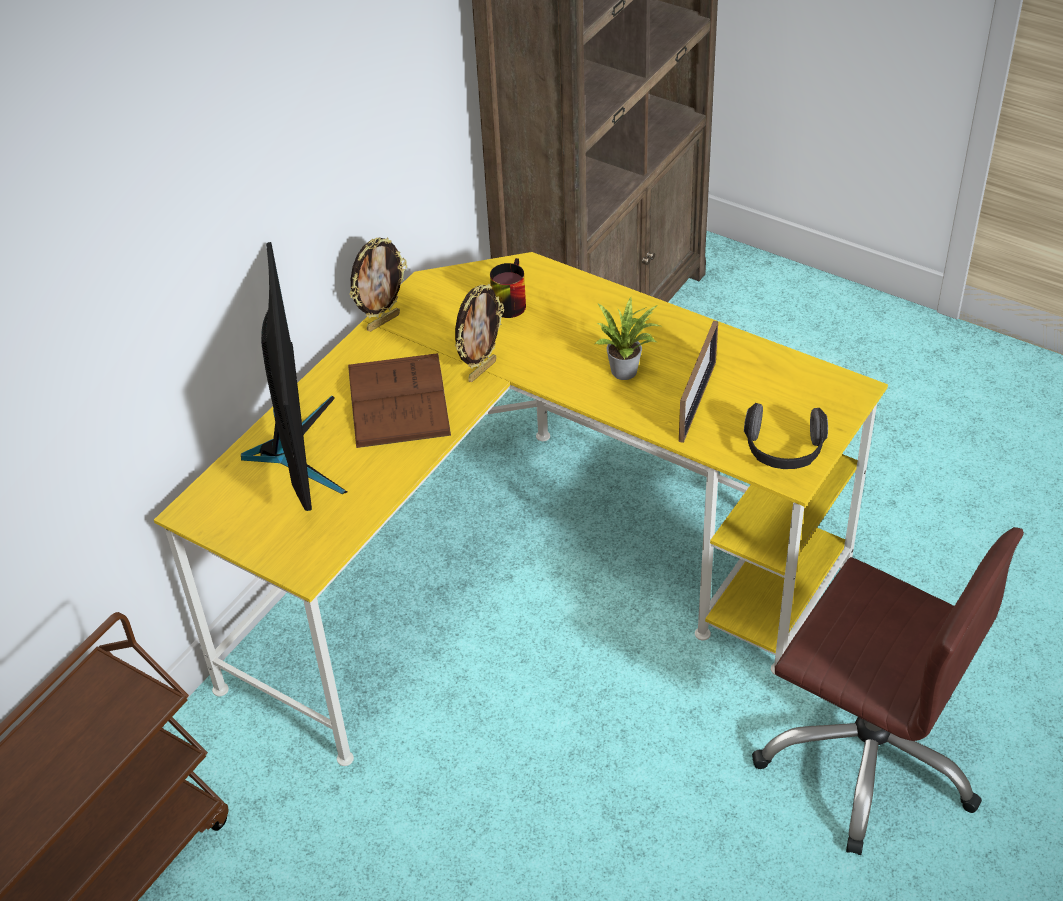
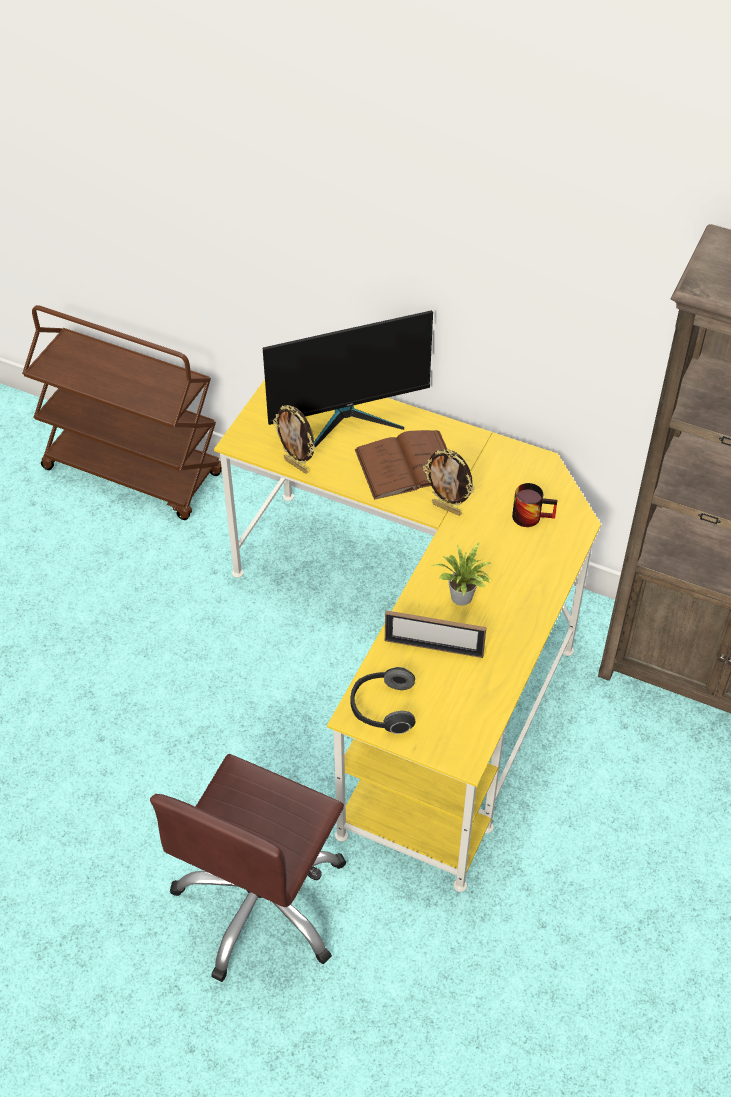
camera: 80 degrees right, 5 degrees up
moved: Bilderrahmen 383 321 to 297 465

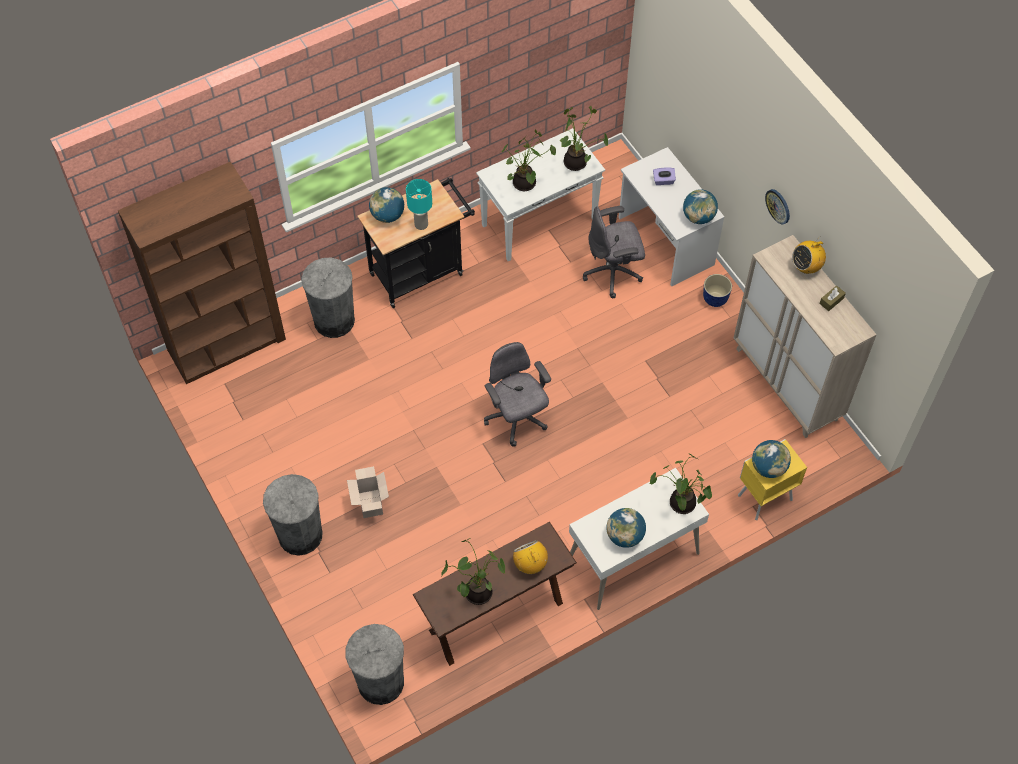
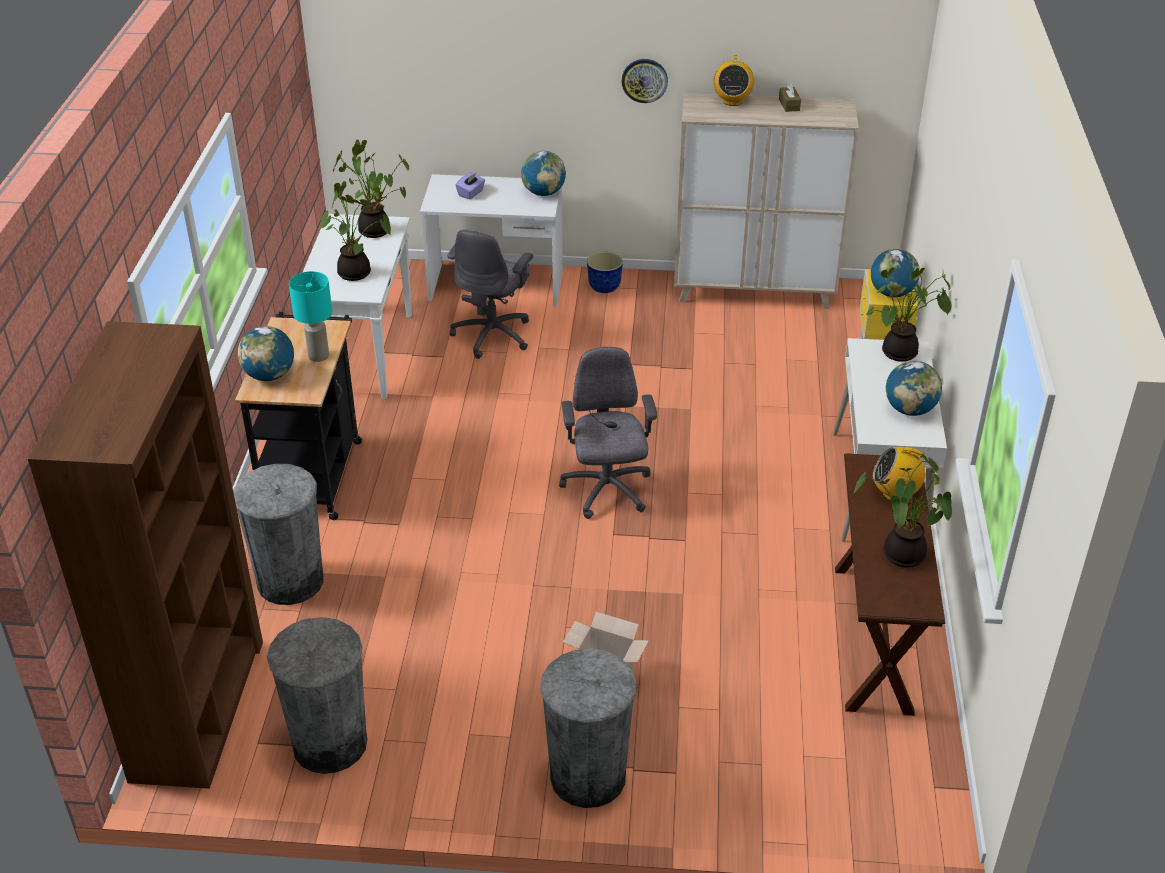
camera: 55 degrees left, 20 degrees down
moved: Mülleimer (grau) 380 682 to 330 743
turned: Bürostuhl (grau) 516 418 = 606 491 75 degrees clockwise

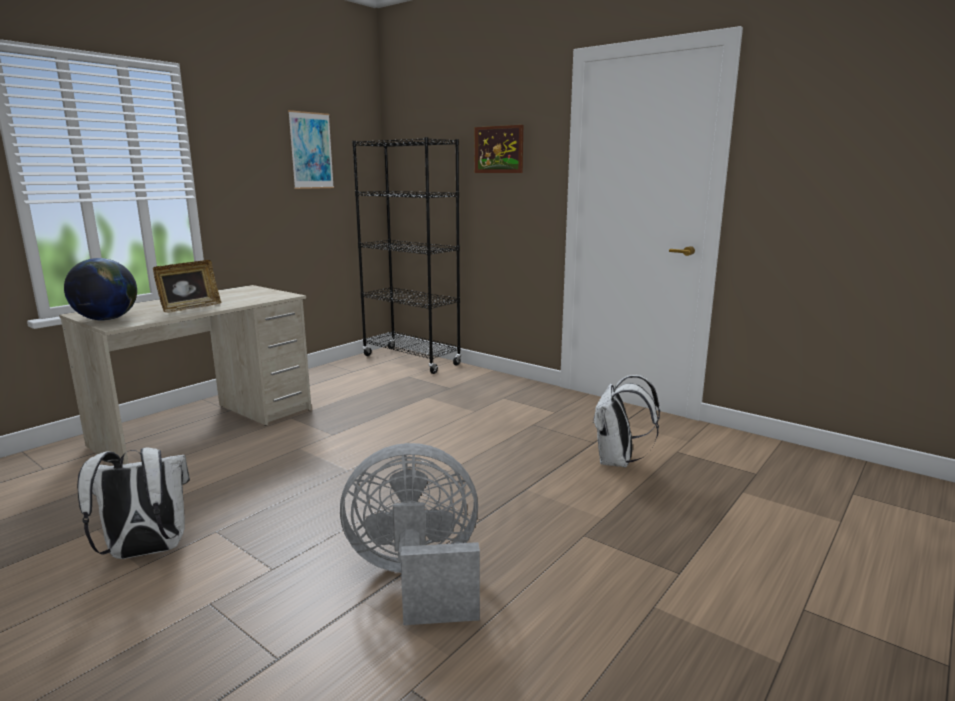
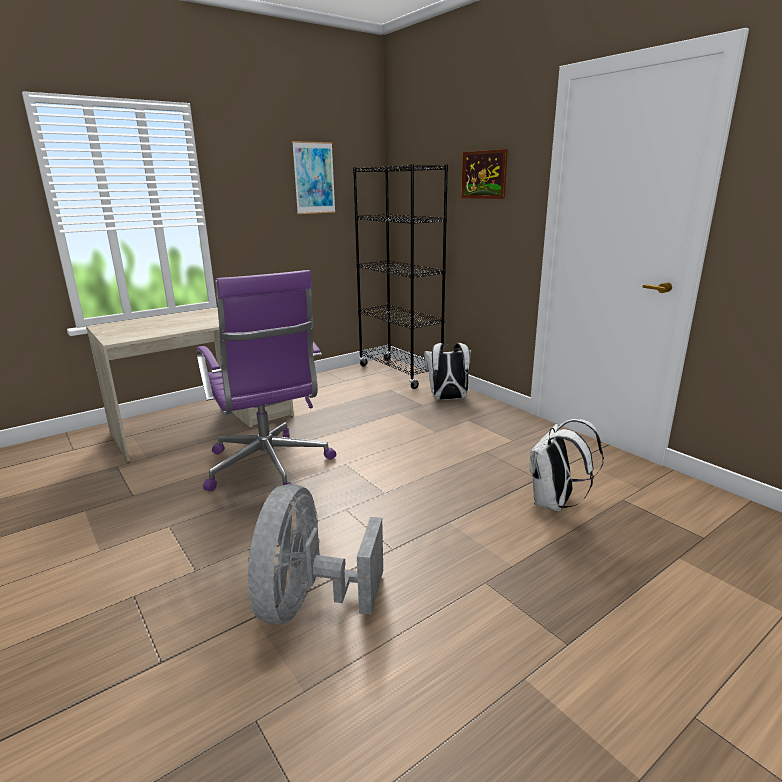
camera: 15 degrees right, 5 degrees up
removed: Globus 106 319; Bilderrahmen 190 308
added: Bürostuhl (lila) 268 467
moved: Rucksack (weiß) 145 552 to 447 399
turned: Ventilator (grau) 416 579 = 309 603 90 degrees counterclockwise

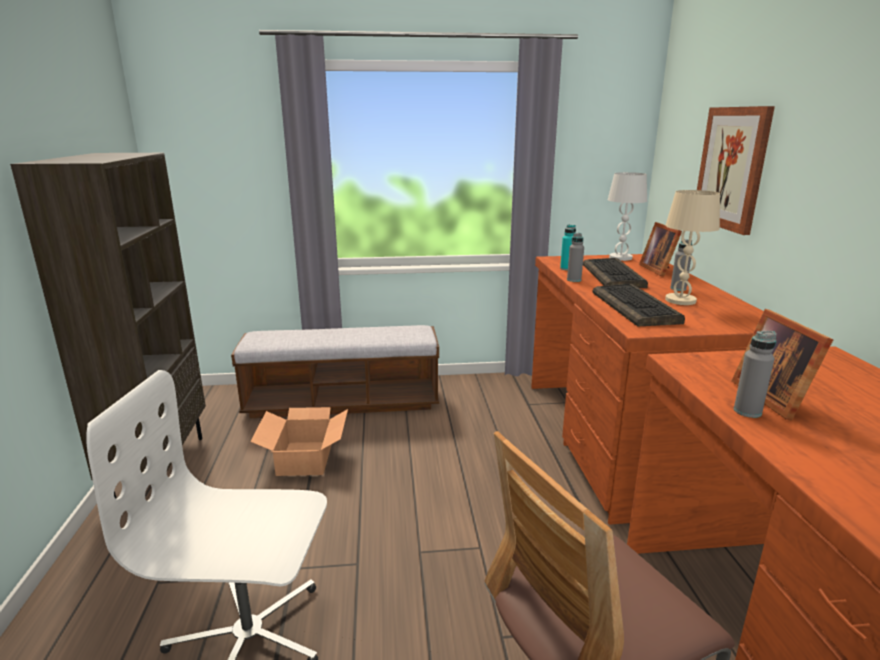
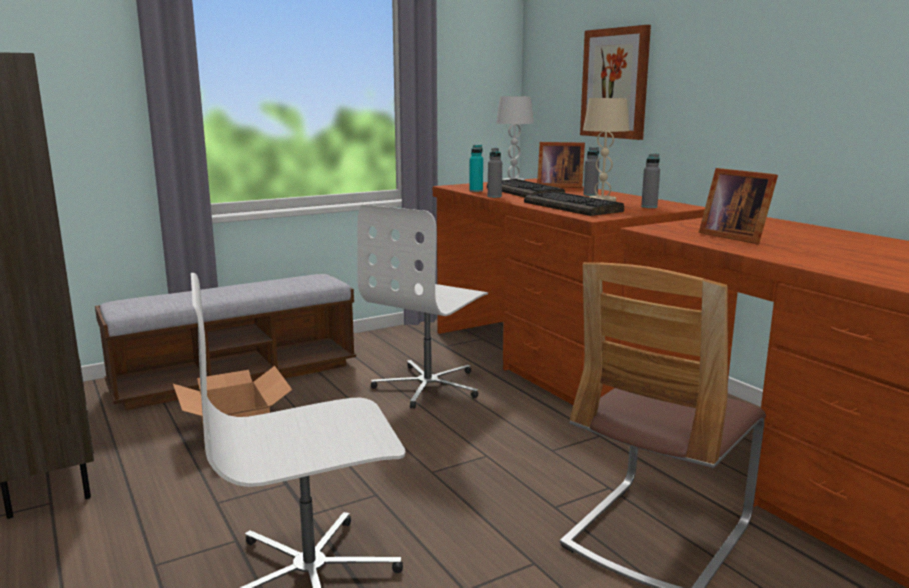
camera: 25 degrees left, 5 degrees down
added: Bürostuhl (weiß) 429 386
moved: Flasche (grau) 747 411 to 649 207
turned: Bilderrahmen 659 270 = 558 186 45 degrees counterclockwise

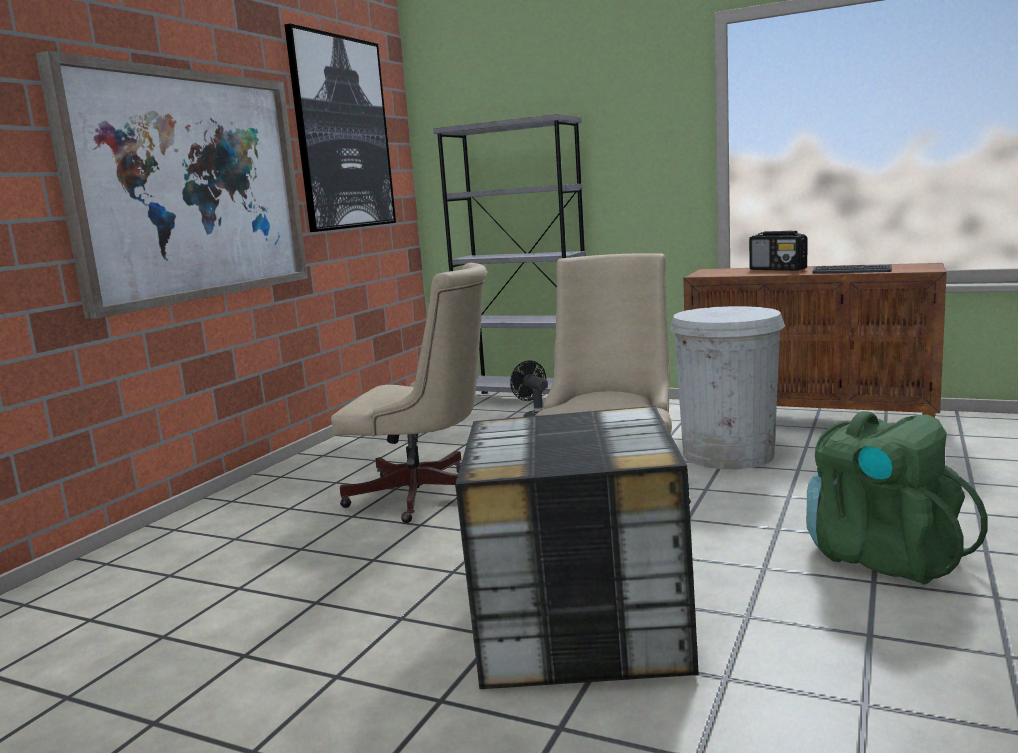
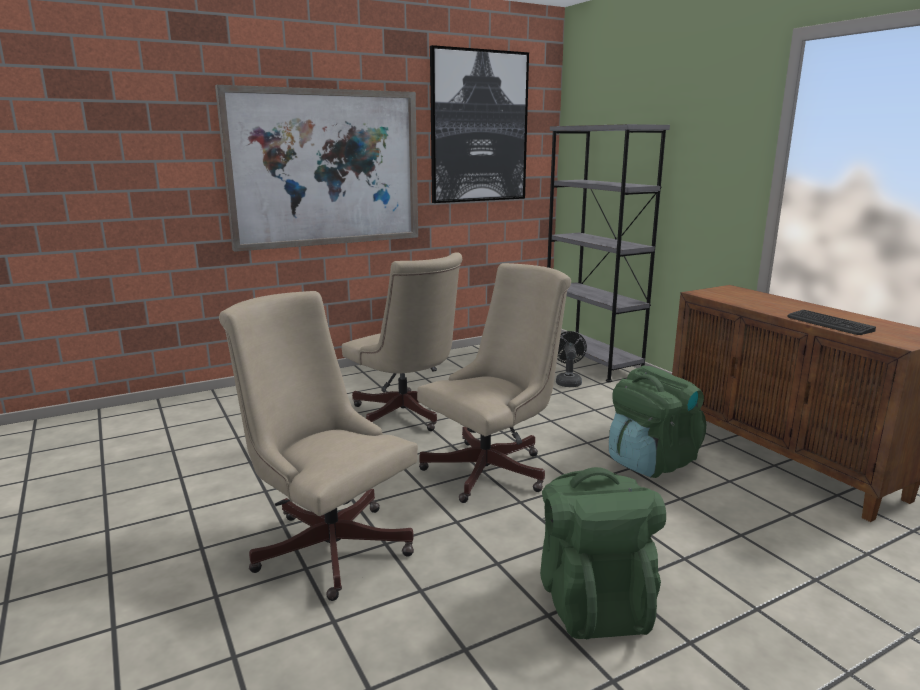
camera: 35 degrees right, 5 degrees up
removed: Radio 778 269
replaced: Mülleimer (weiß) 727 454 to Rucksack (grün) 651 462; Aufbewahrungsbox 579 626 to Bürostuhl (beige) 327 543

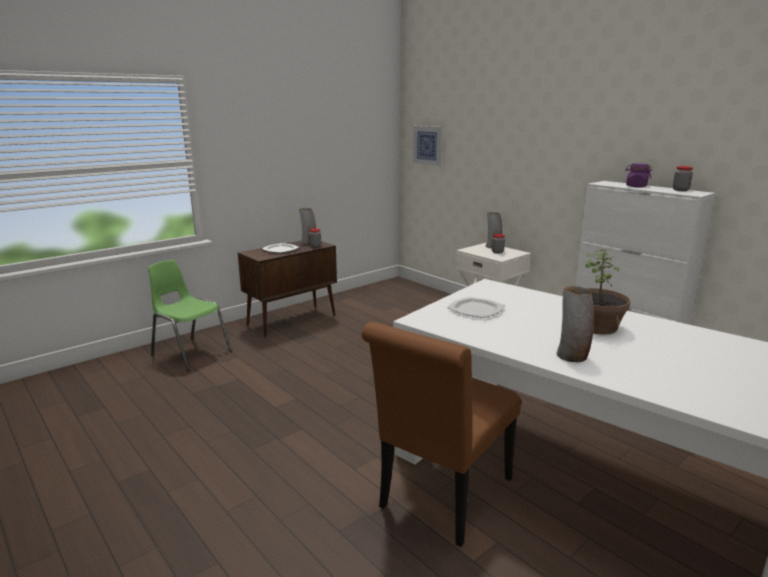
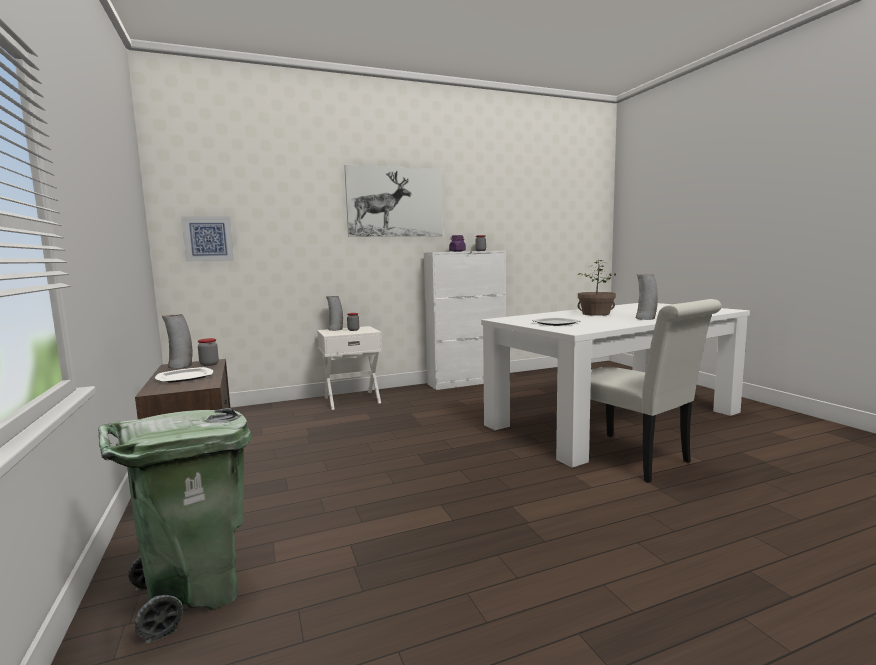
camera: 70 degrees left, 10 degrees down
added: Bild 395 202
replaced: Stuhl (grün) 190 353 to Mülleimer (grün) 192 594
recoloured: Stuhl (braun) 442 498 to Stuhl (weiß) 634 459

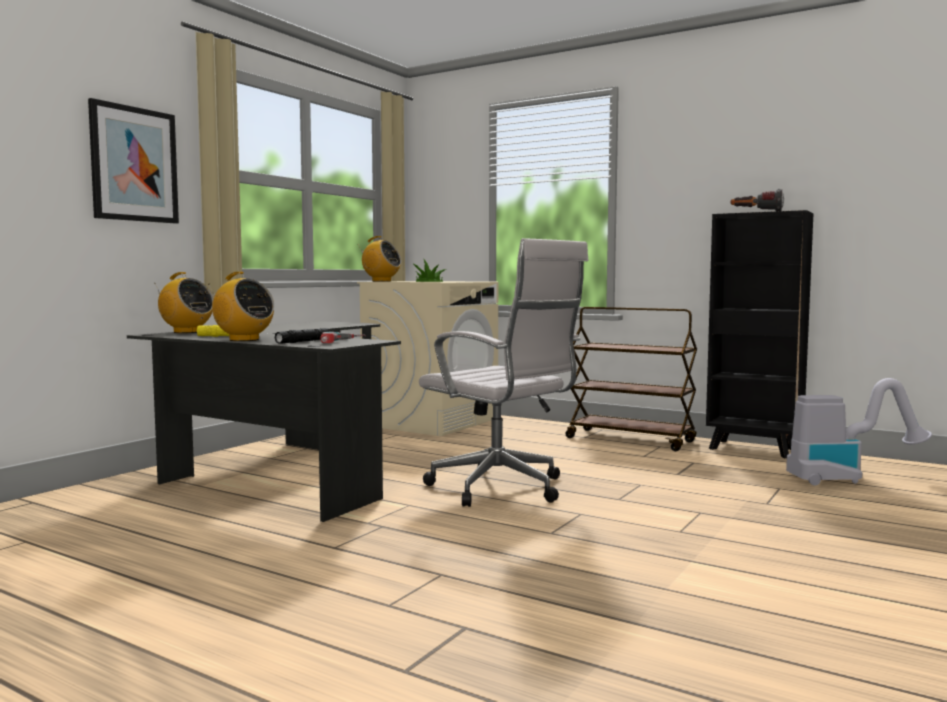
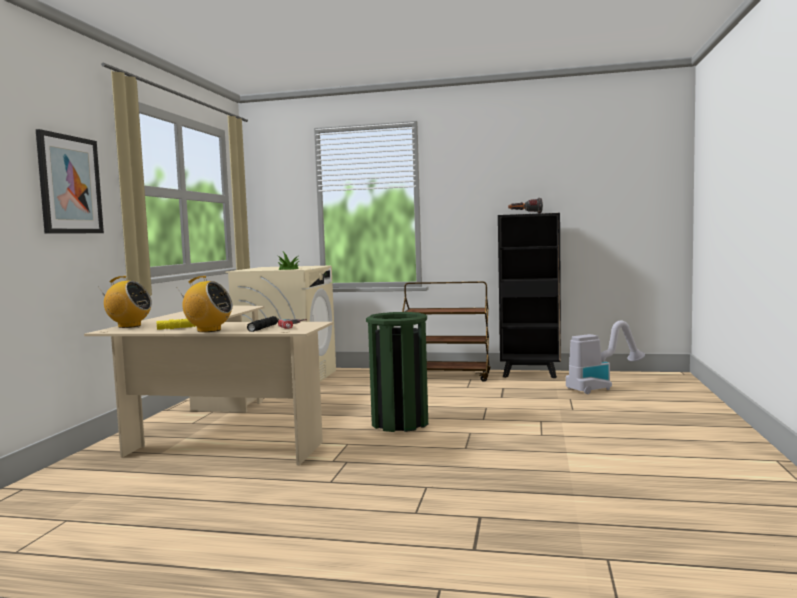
camera: 20 degrees left, 0 degrees up
removed: Radio 381 281
replaced: Bürostuhl (weiß) 502 489 to Mülleimer (grün) 400 423
recoloured: Schreibtisch (schwarz) 281 471 to Schreibtisch (beige) 215 432

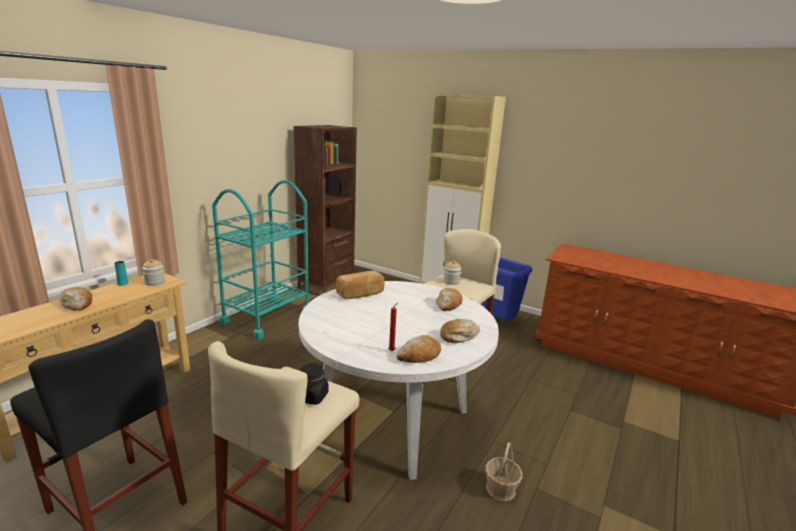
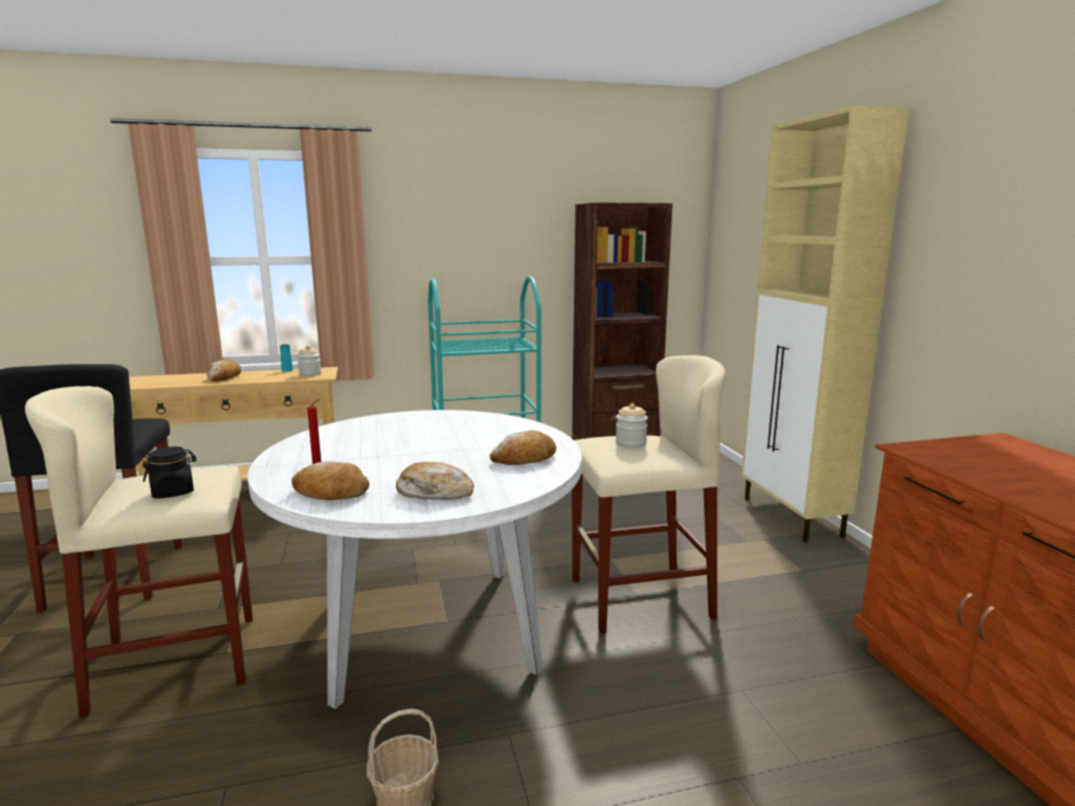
camera: 45 degrees right, 5 degrees down
removed: Mülleimer (blau) 498 323; Brot 360 294

